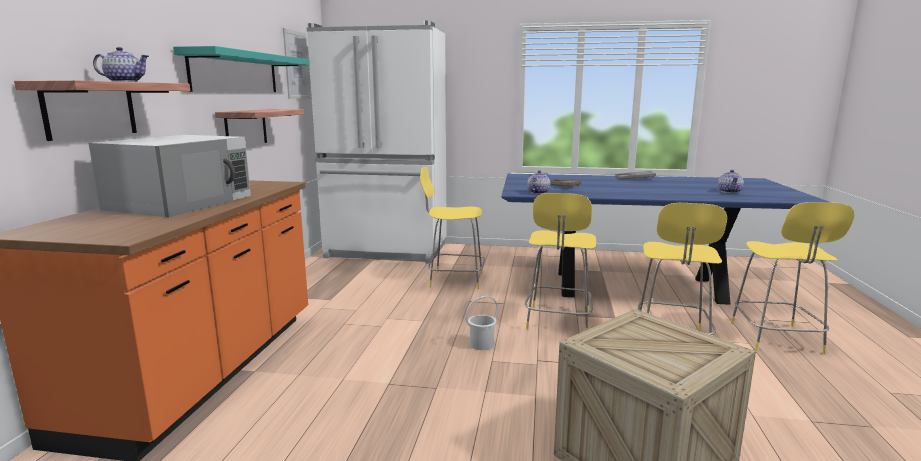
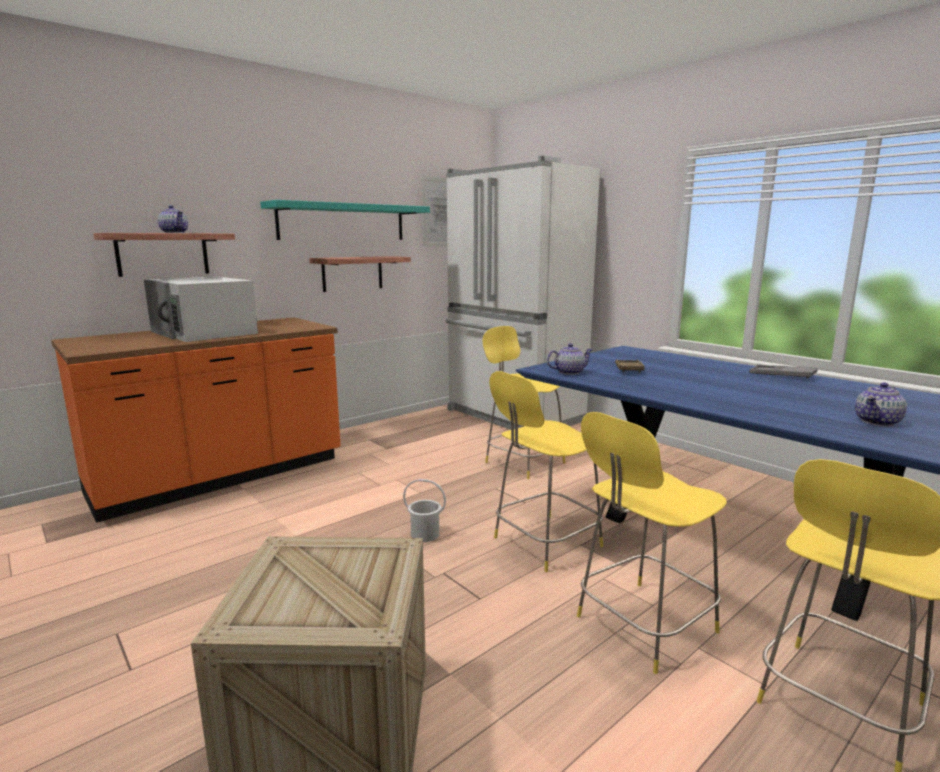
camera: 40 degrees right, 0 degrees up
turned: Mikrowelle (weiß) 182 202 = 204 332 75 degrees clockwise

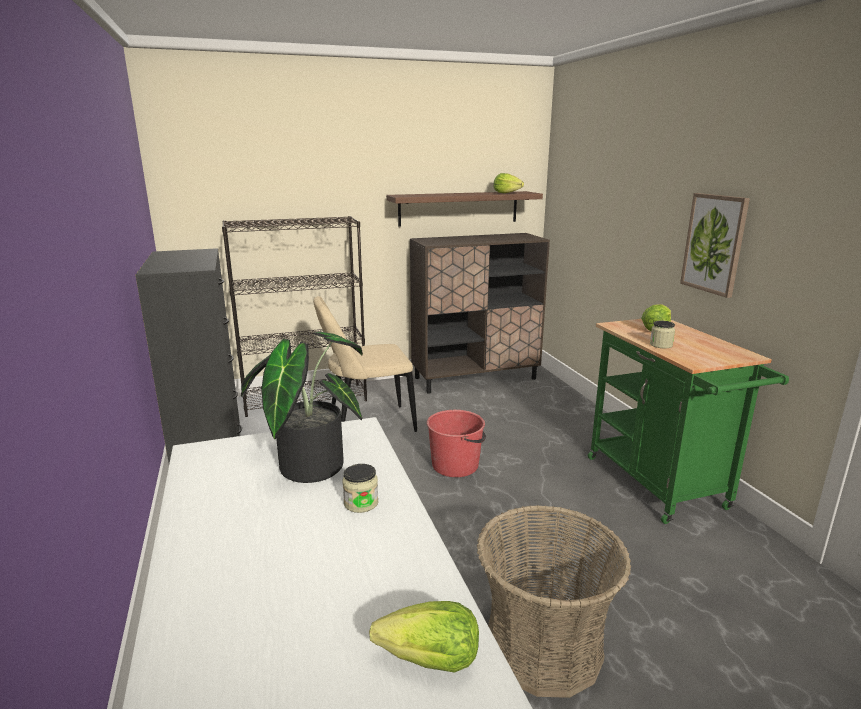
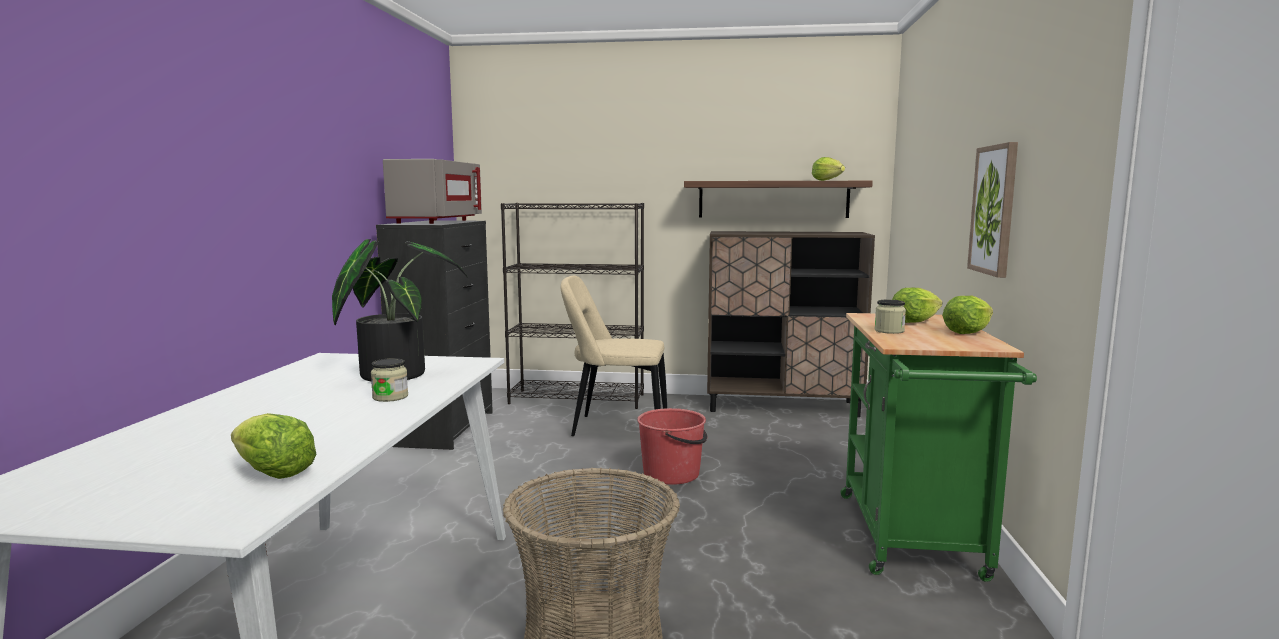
camera: 25 degrees right, 10 degrees down
added: Mikrowelle (grau) 436 222; Salatkopf 966 332

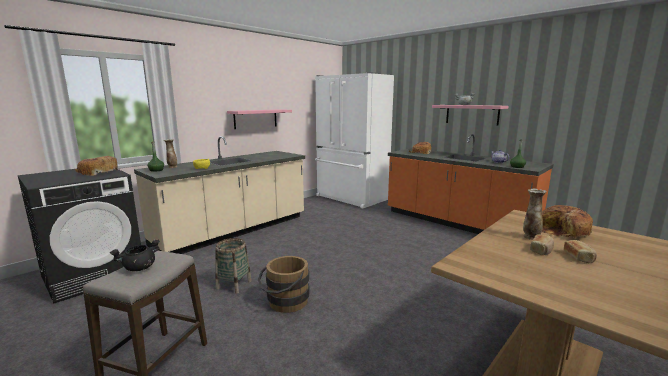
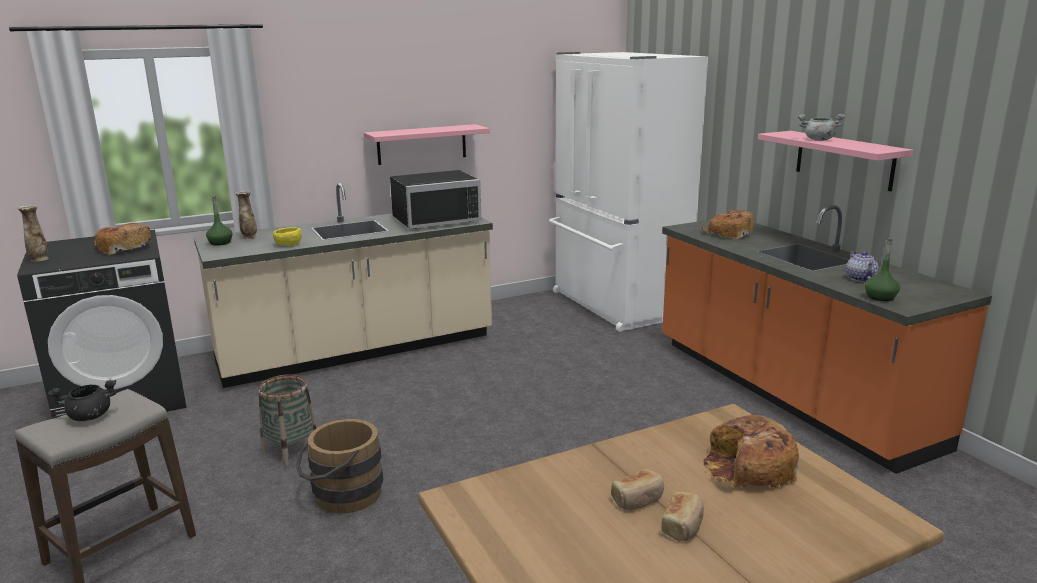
camera: 20 degrees right, 5 degrees up
added: Mikrowelle (schwarz) 434 219
moved: Vase 530 237 to 39 259

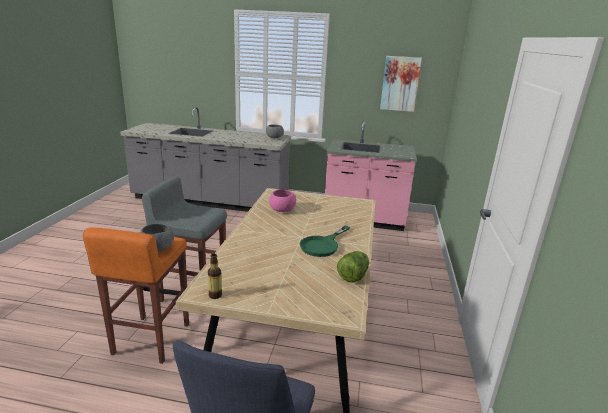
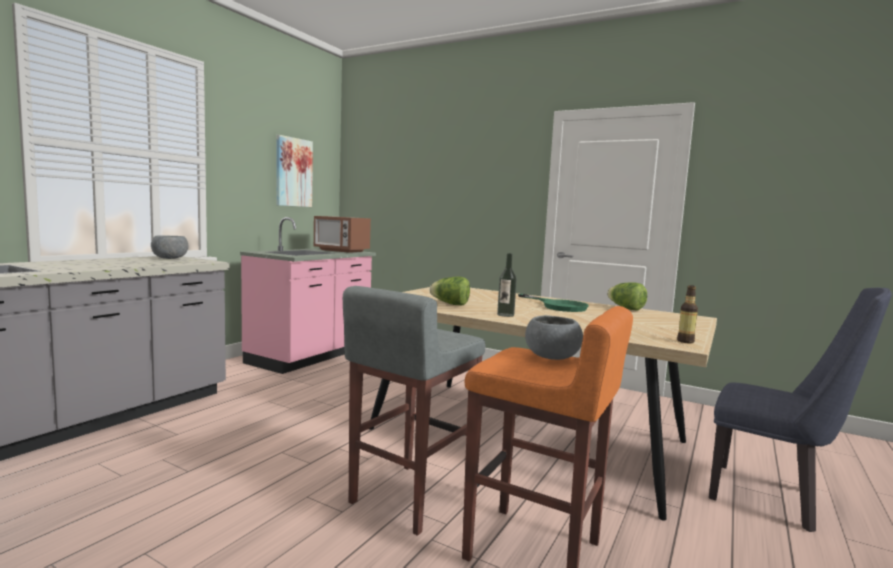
camera: 70 degrees left, 15 degrees down
added: Mikrowelle 341 250; Flasche 505 315
replaced: Schüssel (rosa) 282 210 to Salatkopf 450 304

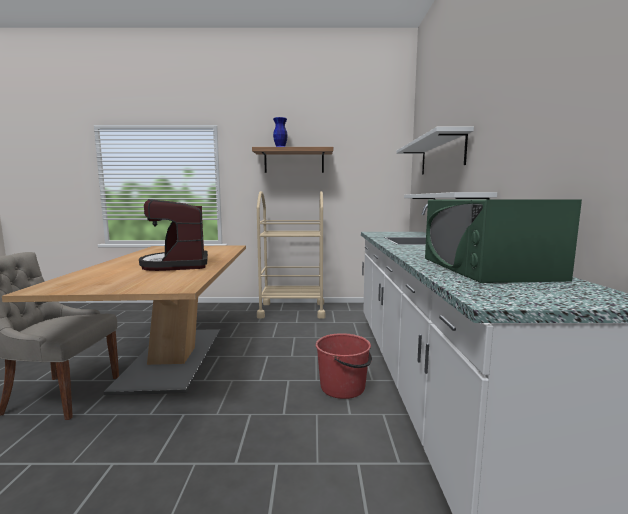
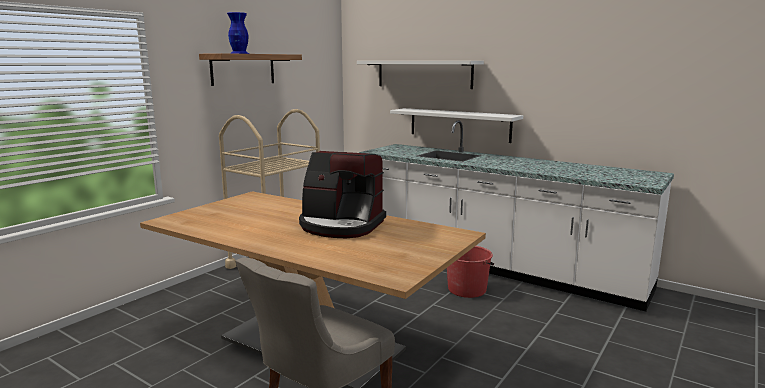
camera: 55 degrees left, 5 degrees up
removed: Mikrowelle (grün) 486 268

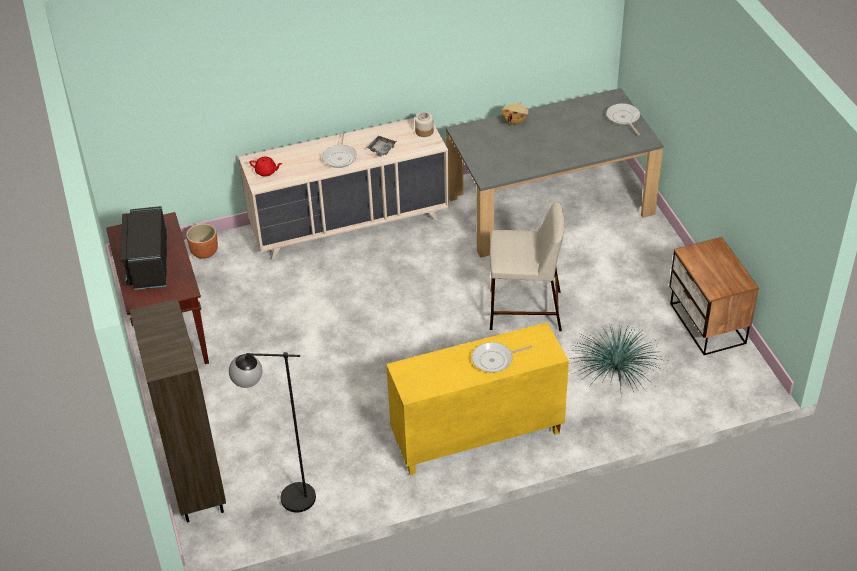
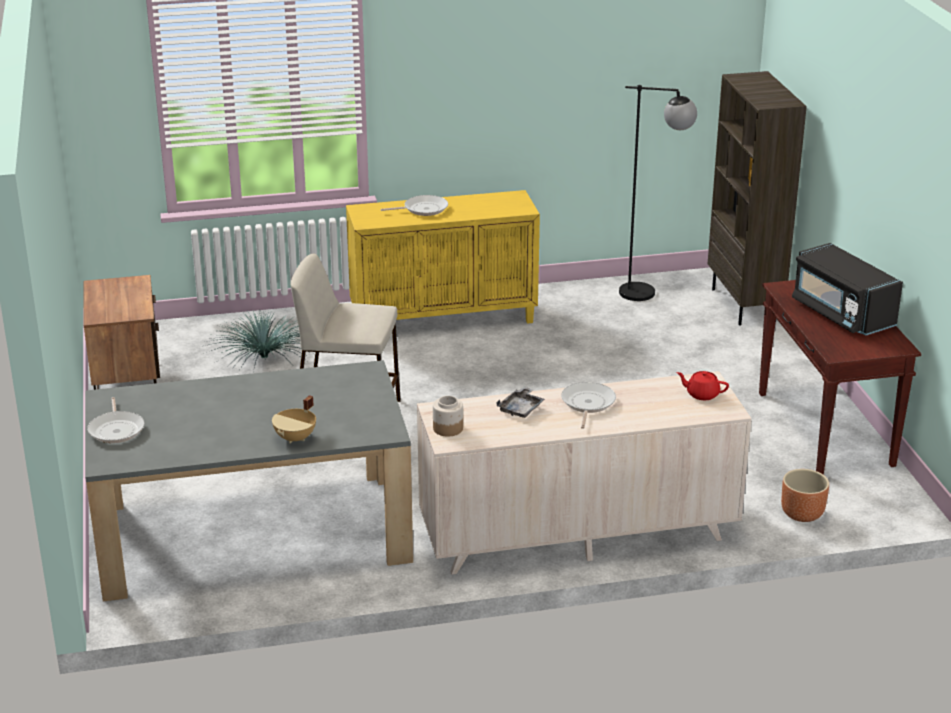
camera: 175 degrees left, 15 degrees down
turned: Mikrowelle (schwarz) 148 263 = 841 314 150 degrees clockwise

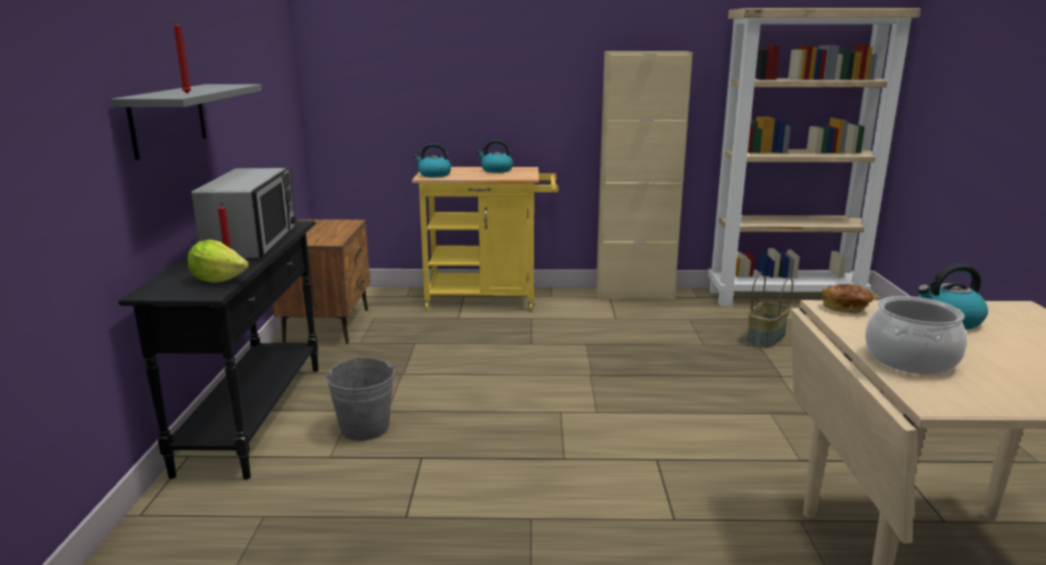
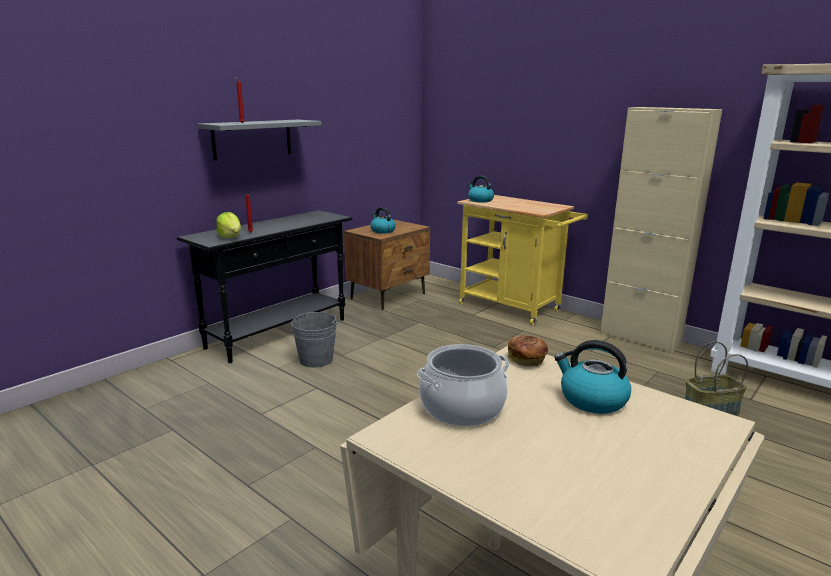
camera: 40 degrees right, 0 degrees up
removed: Mikrowelle 253 242
moved: Wasserkessel 496 170 to 382 231

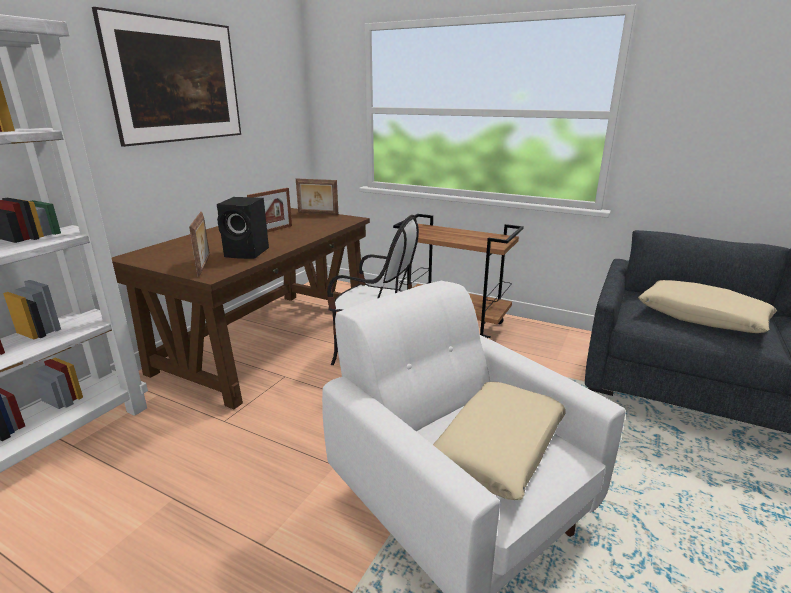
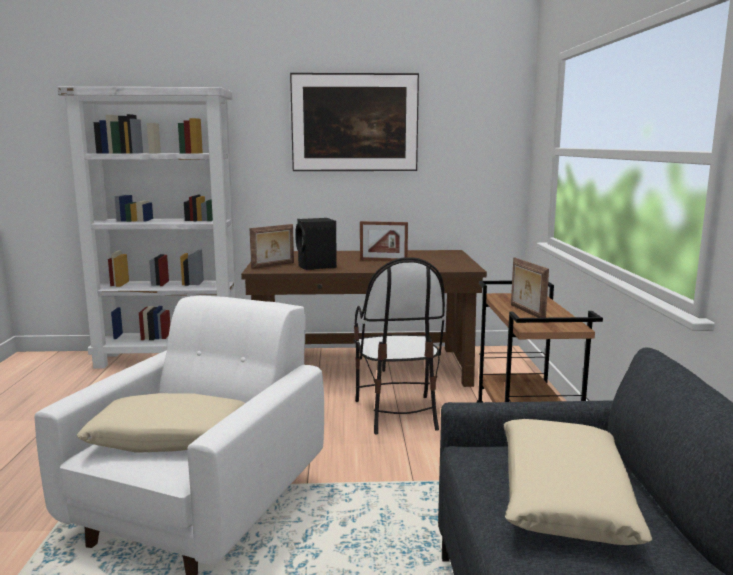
camera: 60 degrees right, 10 degrees down
moved: Bilderrahmen 317 214 to 526 312

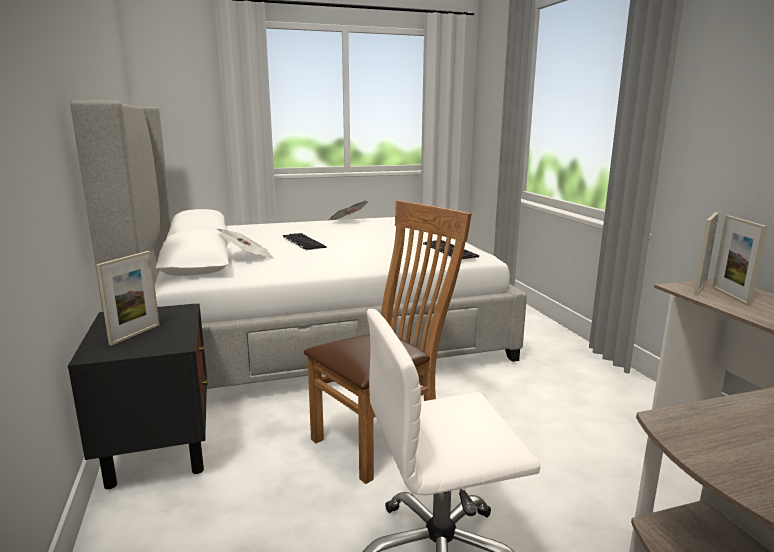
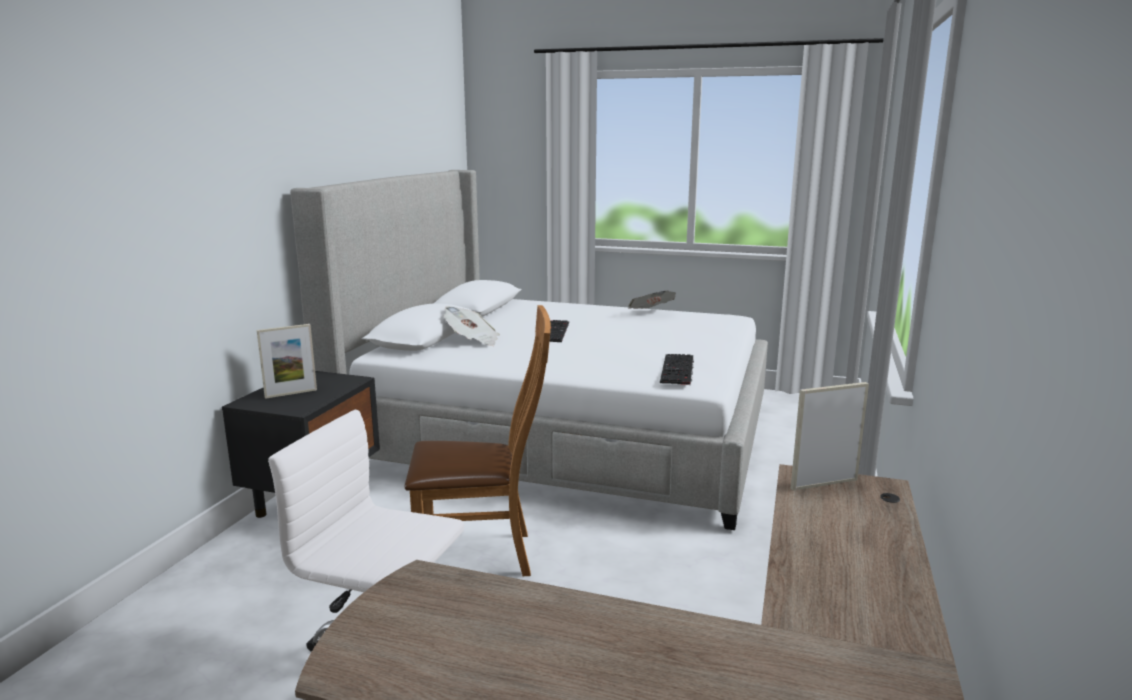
camera: 35 degrees right, 0 degrees up
removed: Bilderrahmen 730 296

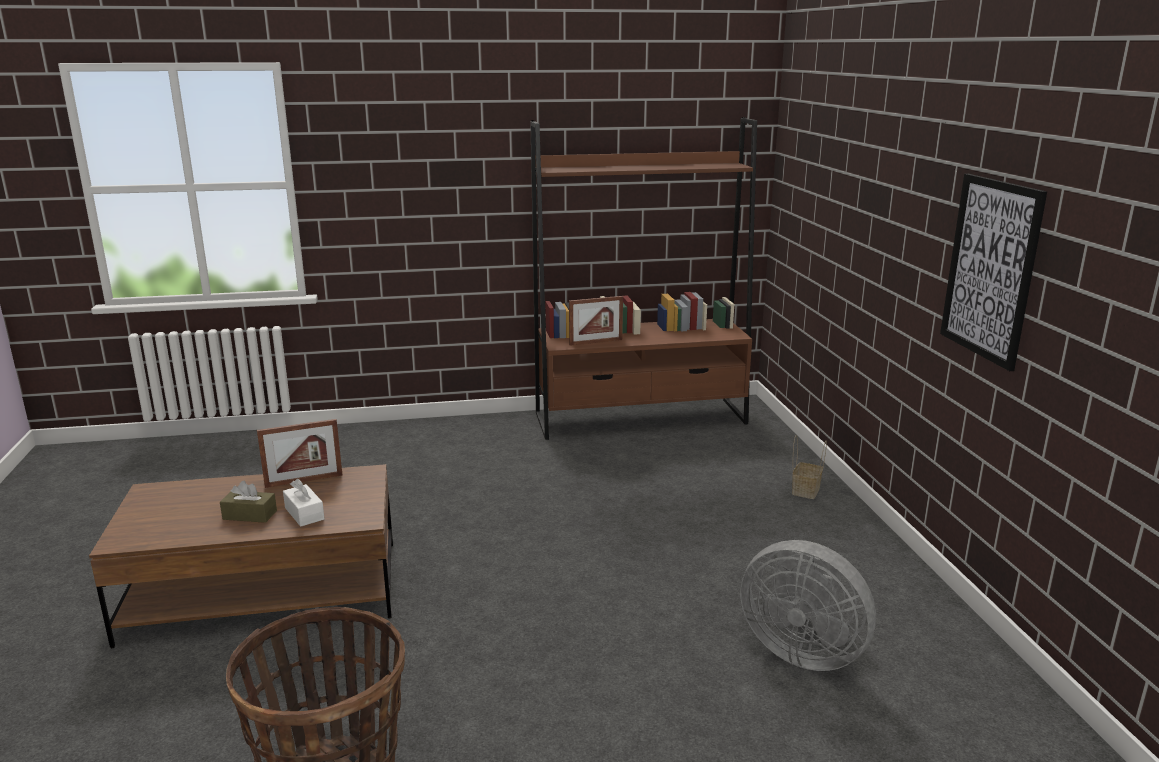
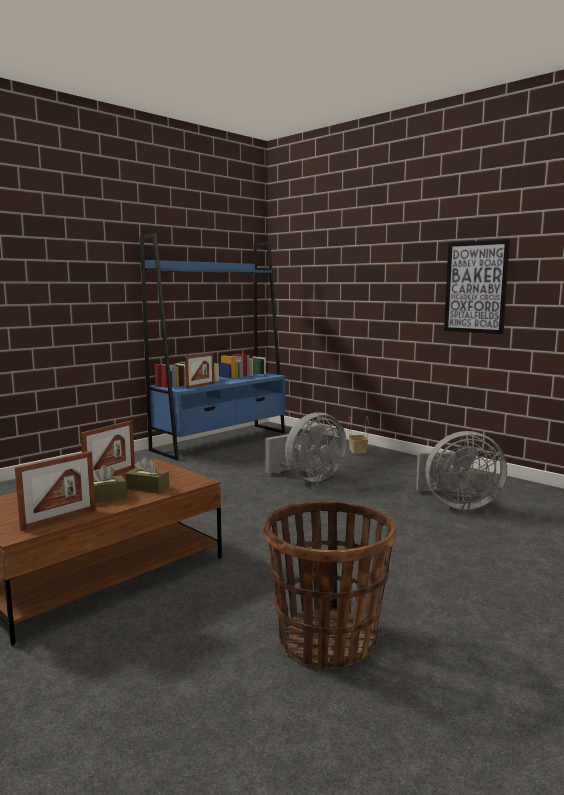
camera: 35 degrees left, 10 degrees down
added: Ventilator (grau) 308 478; Bilderrahmen 59 519
recoloured: Bücherregal (braun) 641 419 to Bücherregal (blau) 221 441; Taschentuchbox (weiß) 304 513 to Taschentuchbox (braun) 147 488

